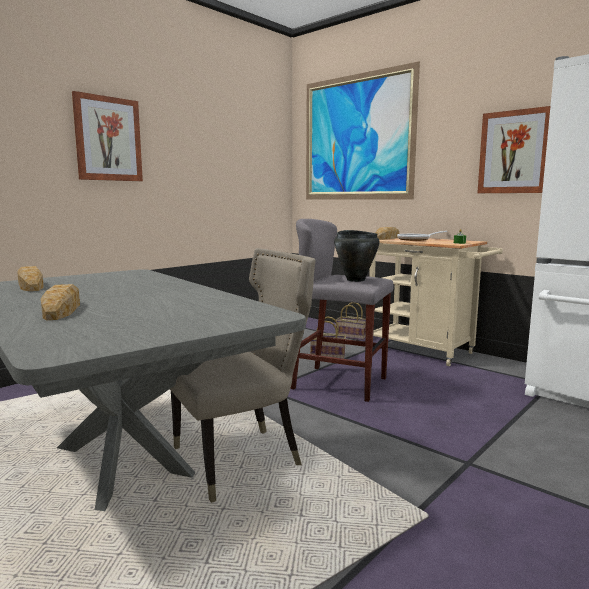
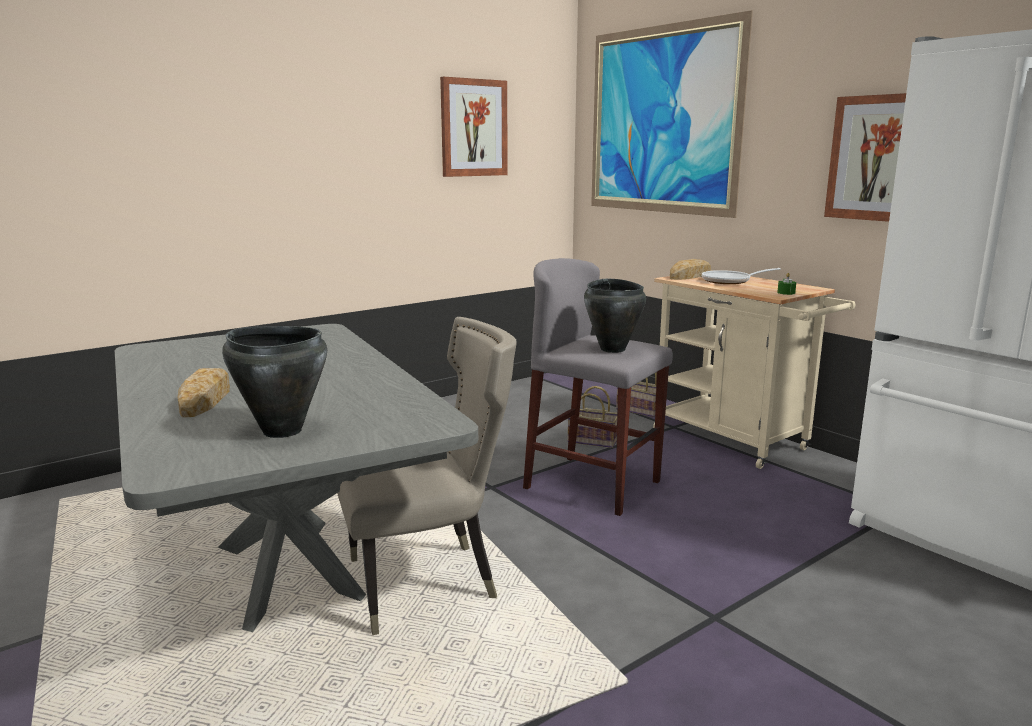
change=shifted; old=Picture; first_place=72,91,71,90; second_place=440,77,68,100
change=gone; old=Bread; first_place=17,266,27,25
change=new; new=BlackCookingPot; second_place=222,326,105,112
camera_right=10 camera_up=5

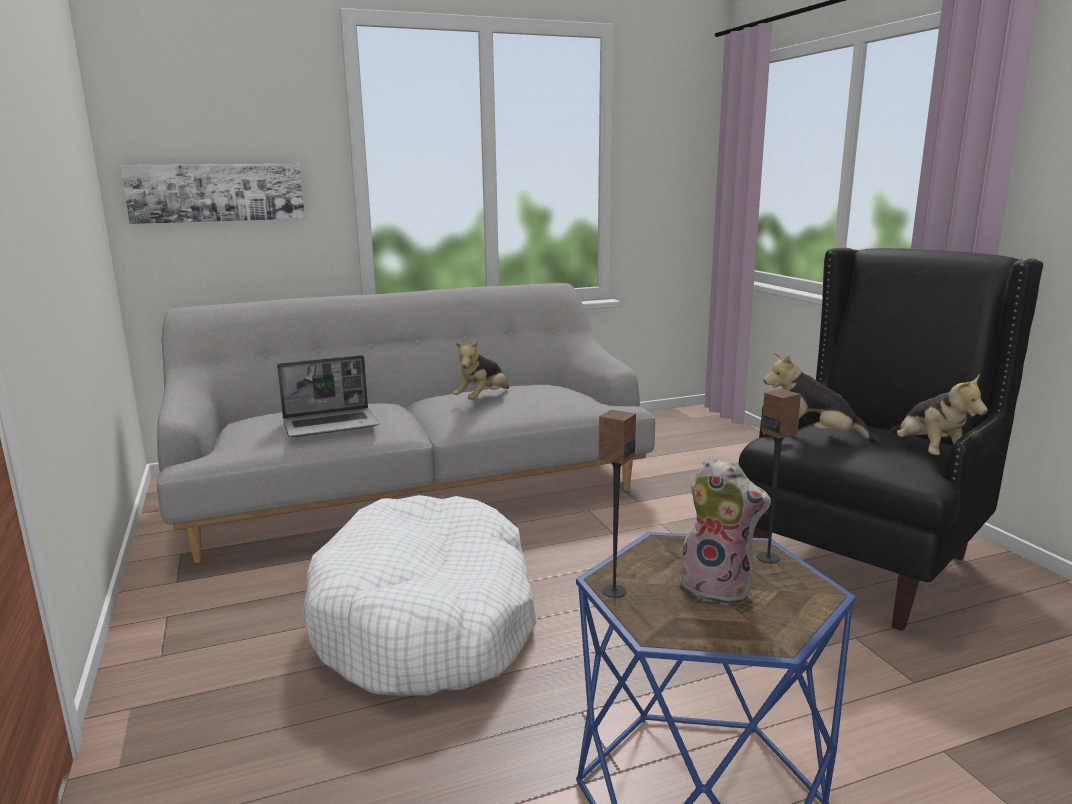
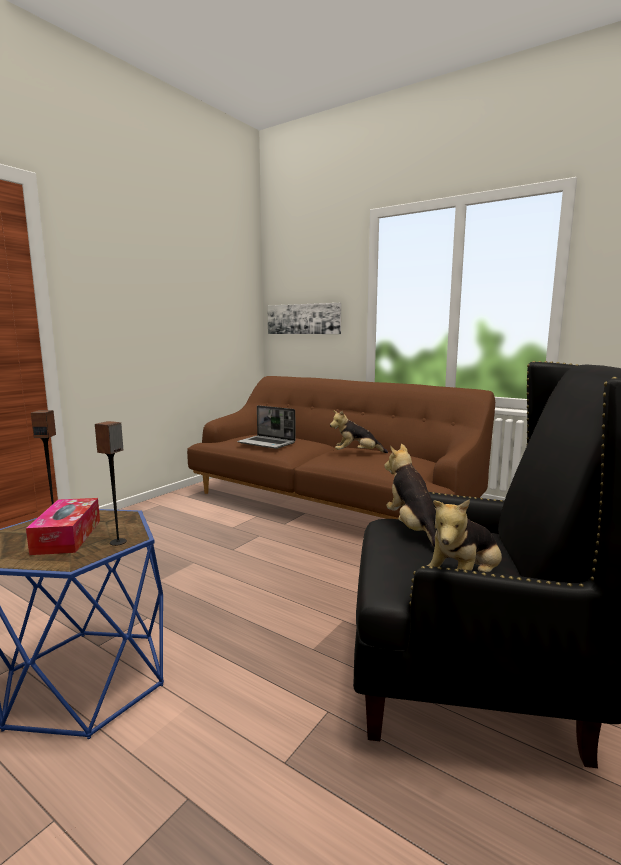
change=repainted; old=GreySofa; new=BrownSofa; first_place=157,283,498,280; second_place=187,376,308,143
change=swapped; old=PlushToy; new=TissueBox; first_place=679,456,92,149; second_place=26,498,74,57
change=gone; old=WhiteDogBed; first_place=302,495,235,201
camera_right=55 camera_up=-5

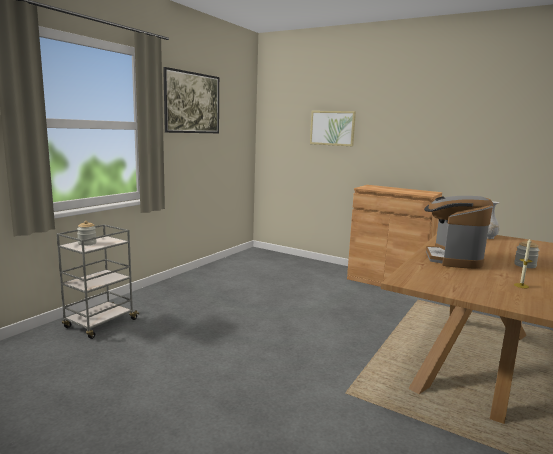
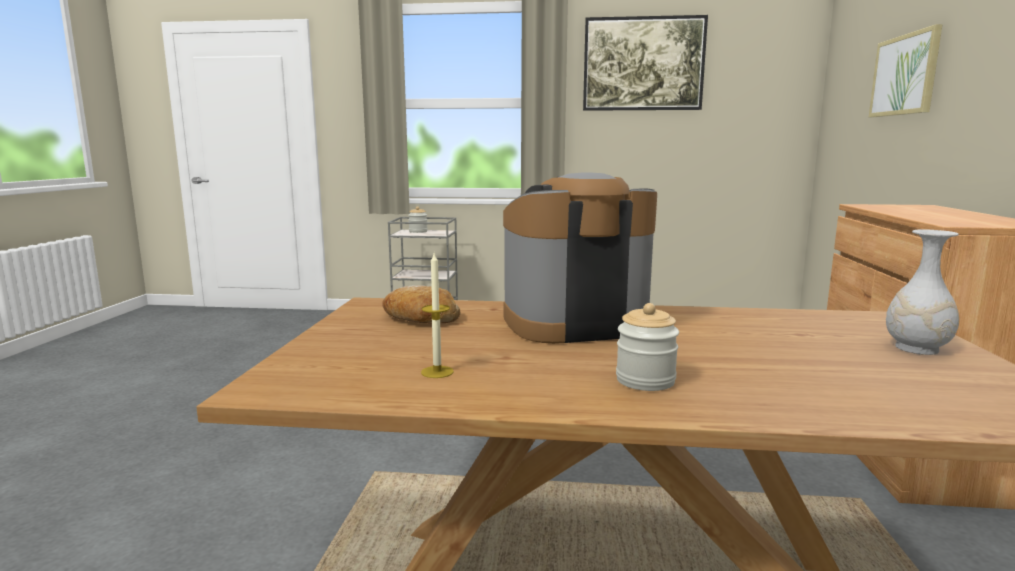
change=new; new=Bread; second_place=382,285,78,38
camera_right=65 camera_up=0

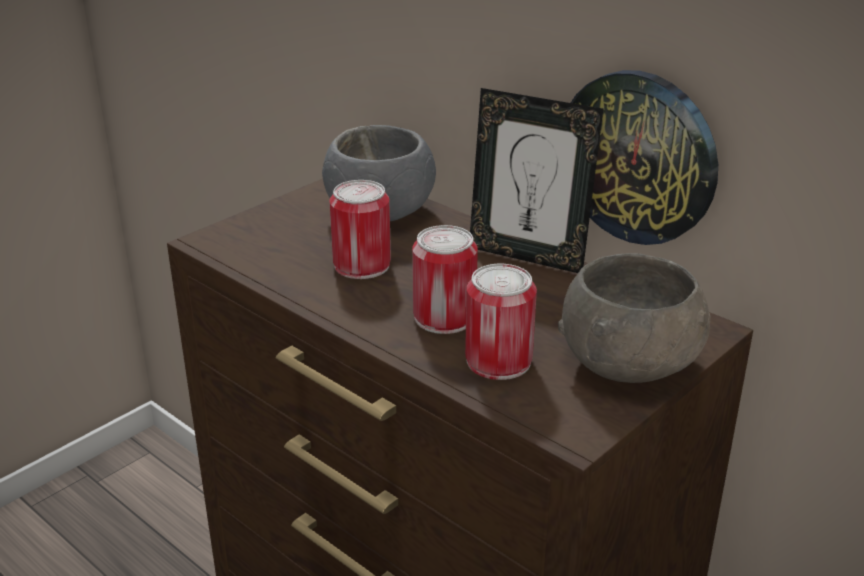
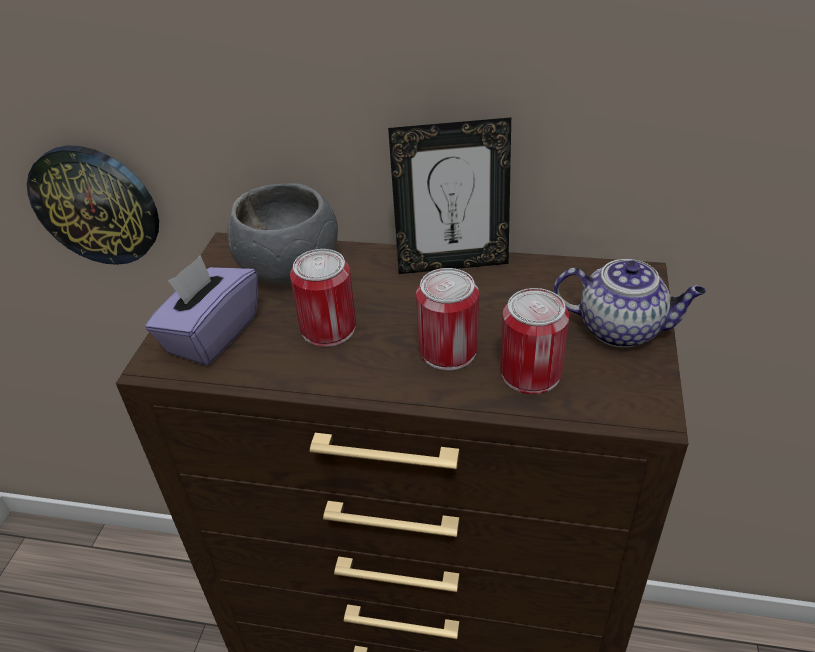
change=shifted; old=WallClock; first_place=571,70,147,175; second_place=27,145,132,120
change=swapped; old=GreyBowl; new=Teapot; first_place=558,253,153,130; second_place=553,259,153,89
change=new; new=PurpleTissueBox; second_place=145,255,113,111
camera_right=-30 camera_up=10

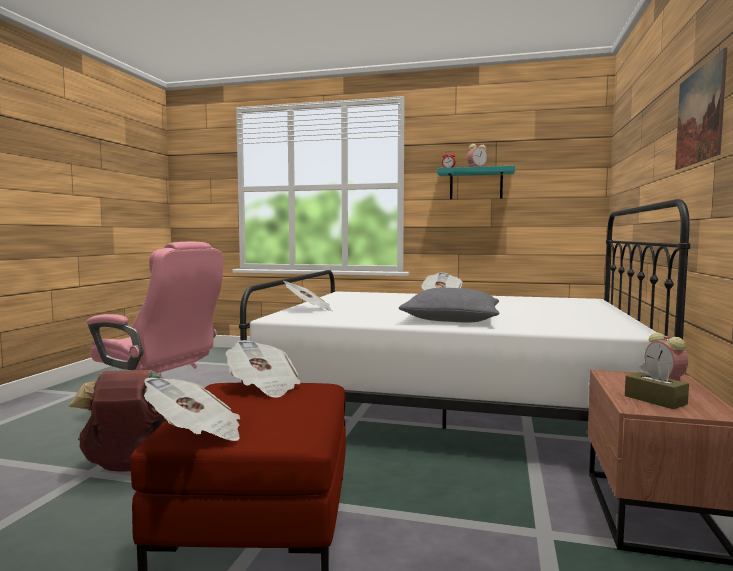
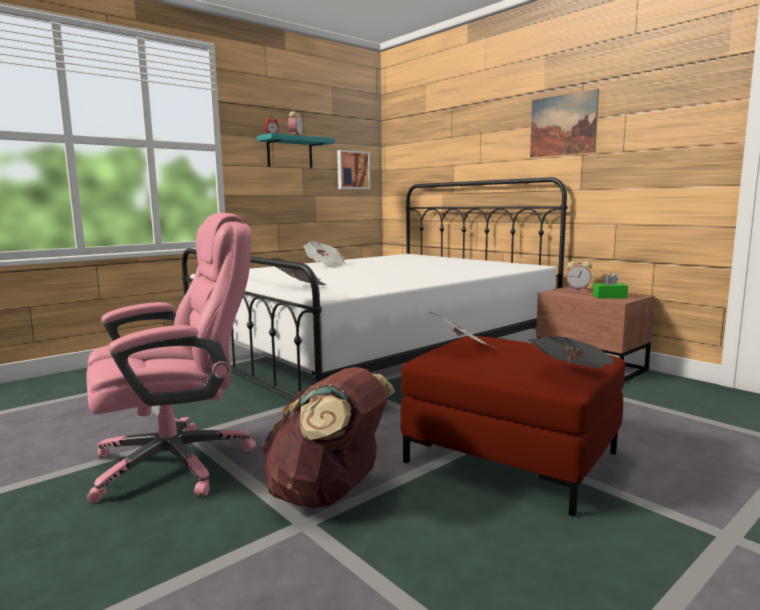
change=gone; old=GreyPillow; first_place=399,288,100,35
change=repainted; old=BrownTissueBox; new=GreenTissueBox; first_place=625,359,64,50; second_place=593,273,35,25
change=new; new=Picture; second_place=337,150,33,39
camera_right=-55 camera_up=5

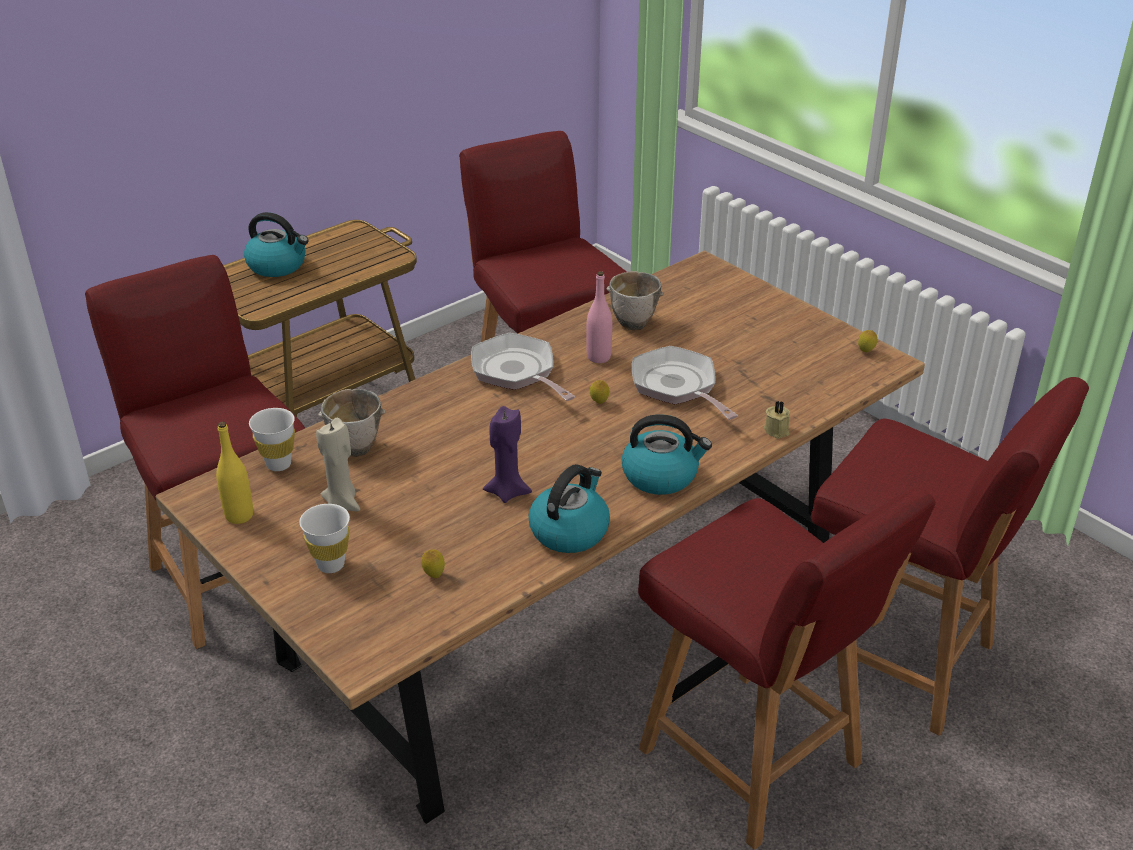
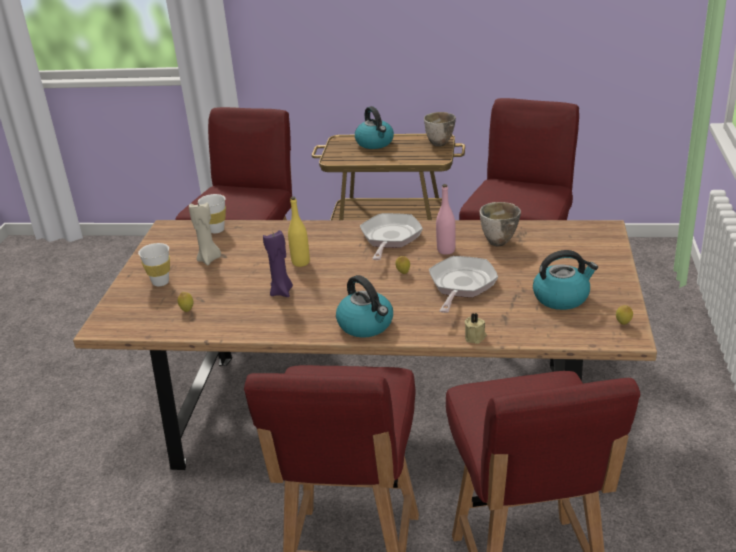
change=shifted; old=Bowl; first_place=318,389,68,68; second_place=424,112,32,35
change=shifted; old=YellowBottle; first_place=216,422,37,102; second_place=288,197,22,70
change=shifted; old=Kettle; first_place=529,464,81,89; second_place=533,250,65,60
camera_right=50 camera_up=-5

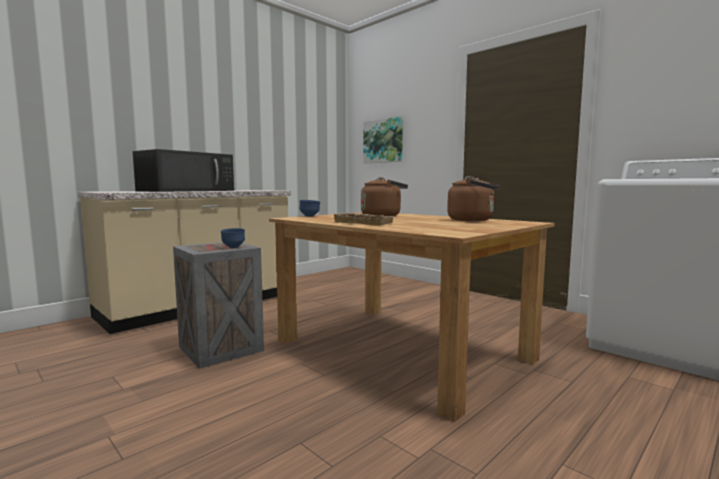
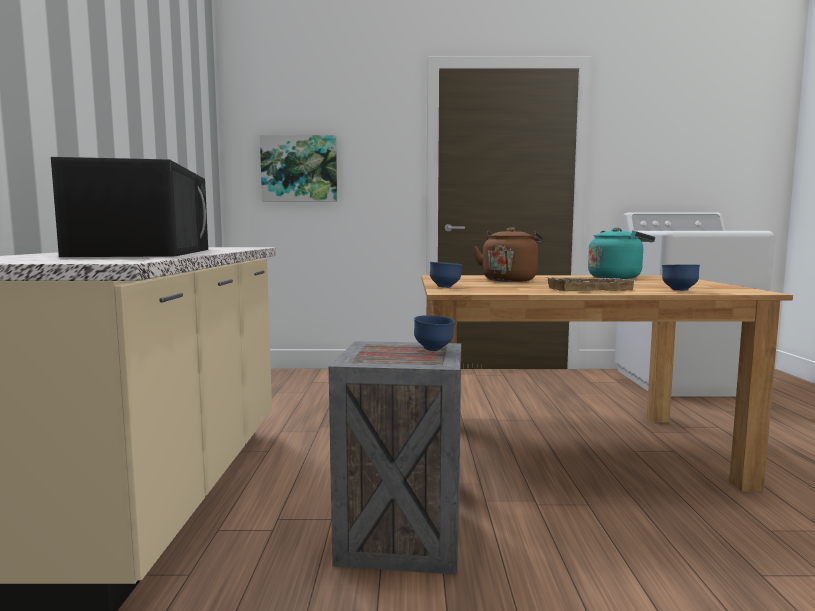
change=repainted; old=BrownKettle; new=TurquoiseKettle; first_place=447,176,53,45; second_place=588,227,67,52
change=new; new=BlueBowl; second_place=662,265,38,26
camera_right=-45 camera_up=0

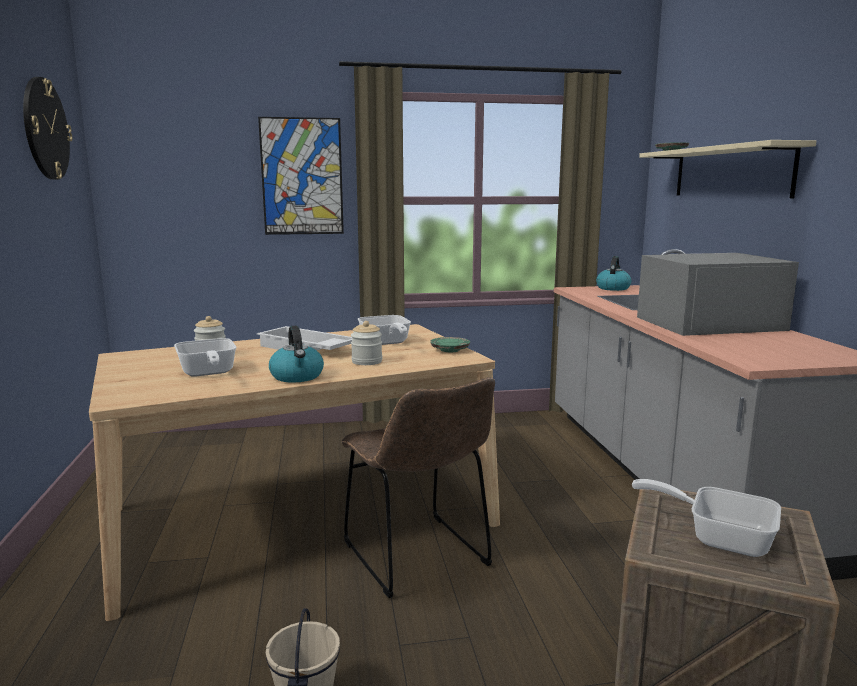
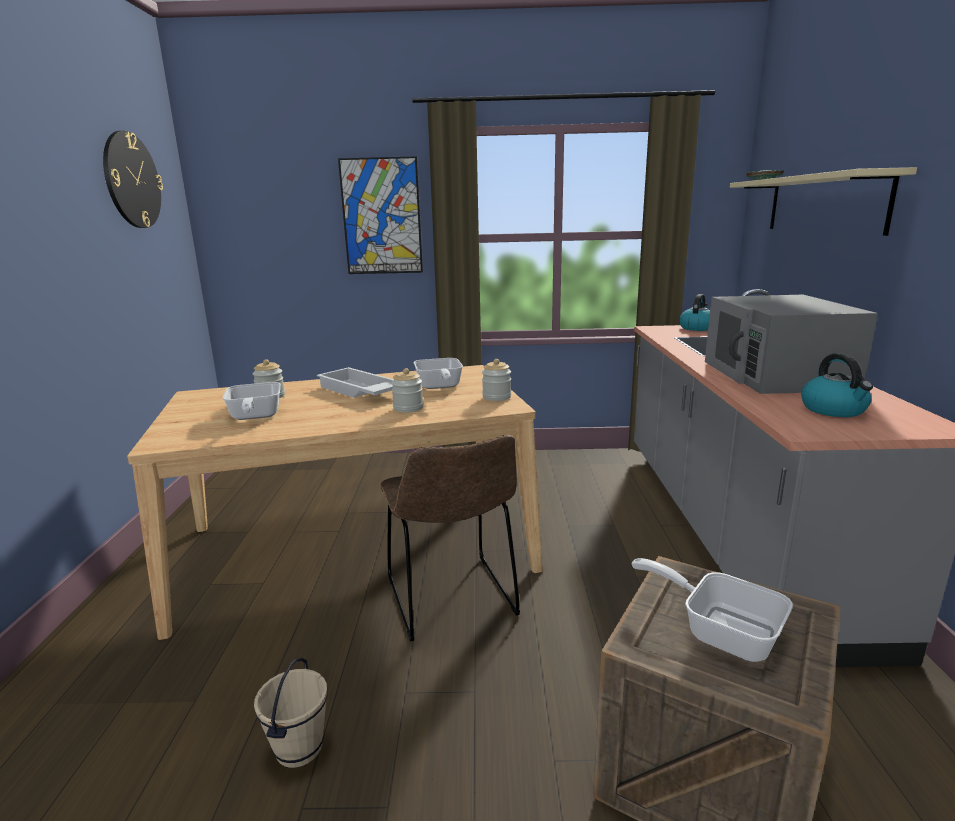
change=rotated; old=GreyMicrowave; first_place=637,253,162,83; second_place=705,295,173,99; degrees=-90
change=shifted; old=Kettle; first_place=269,326,55,57; second_place=802,353,71,64
change=swapped; old=GreenPlate; new=Jar; first_place=430,337,40,15; second_place=482,359,29,42
camera_right=10 camera_up=5

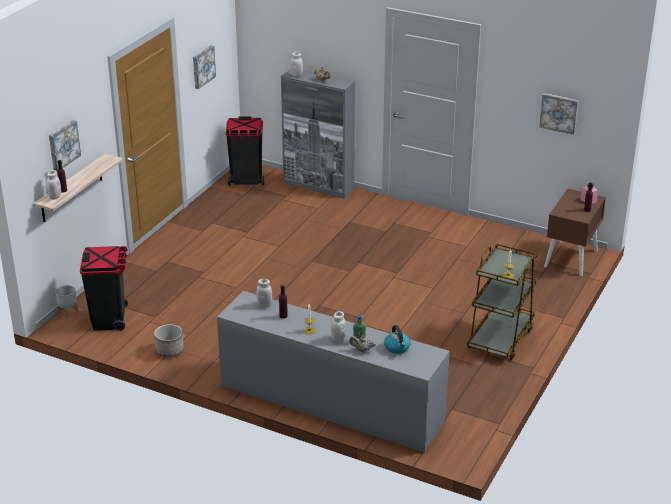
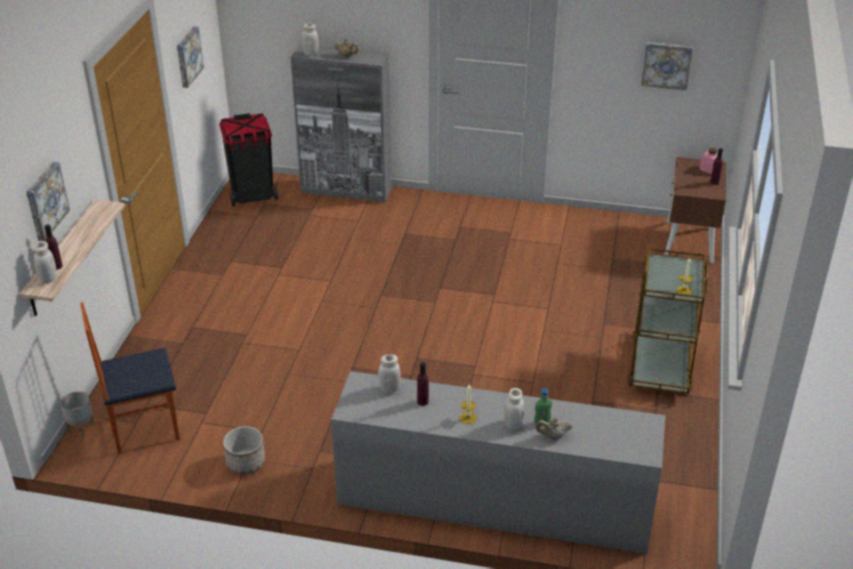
change=swapped; old=BlackTrashCan; new=Chair; first_place=80,246,48,85; second_place=80,302,100,152
change=gone; old=Kettle; first_place=384,325,26,29
camera_right=-15 camera_up=5

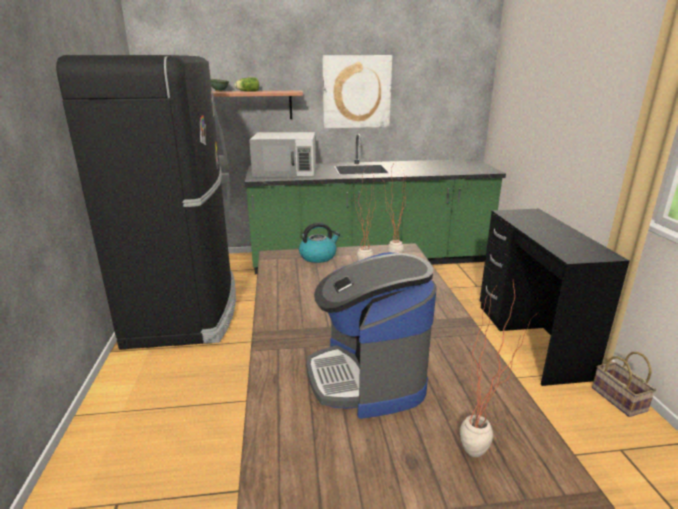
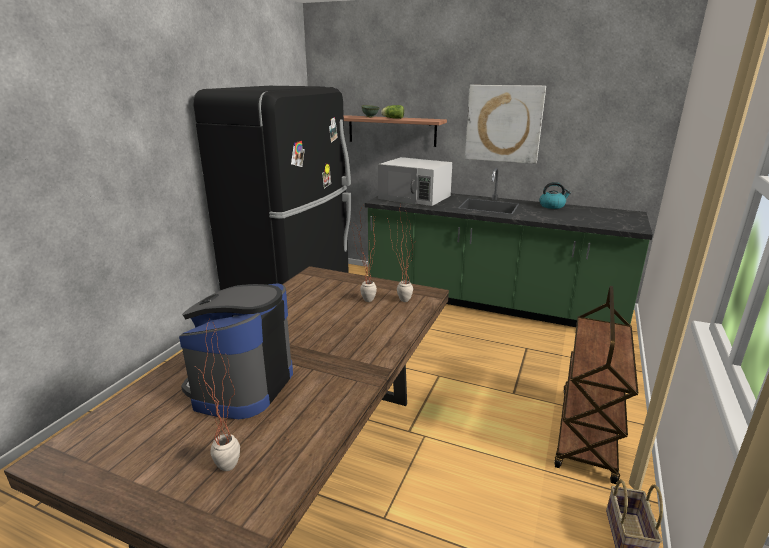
change=swapped; old=BlackDesk; new=BrownCart; first_place=480,209,149,177; second_place=554,286,84,198
change=shifted; old=Kettle; first_place=299,223,41,40; second_place=540,182,31,27
camera_right=30 camera_up=0

